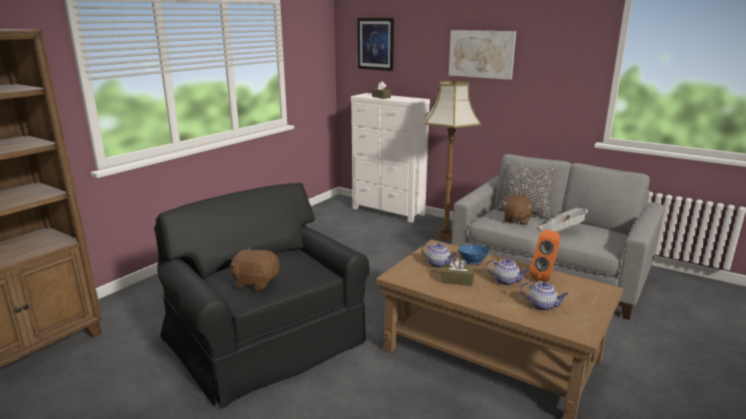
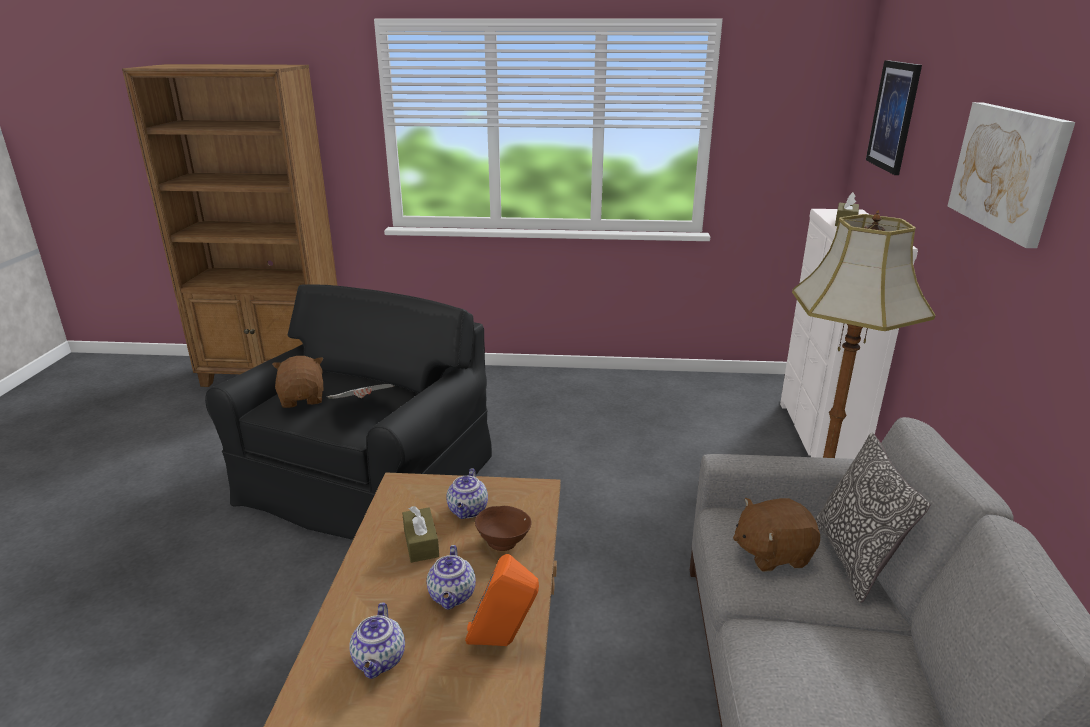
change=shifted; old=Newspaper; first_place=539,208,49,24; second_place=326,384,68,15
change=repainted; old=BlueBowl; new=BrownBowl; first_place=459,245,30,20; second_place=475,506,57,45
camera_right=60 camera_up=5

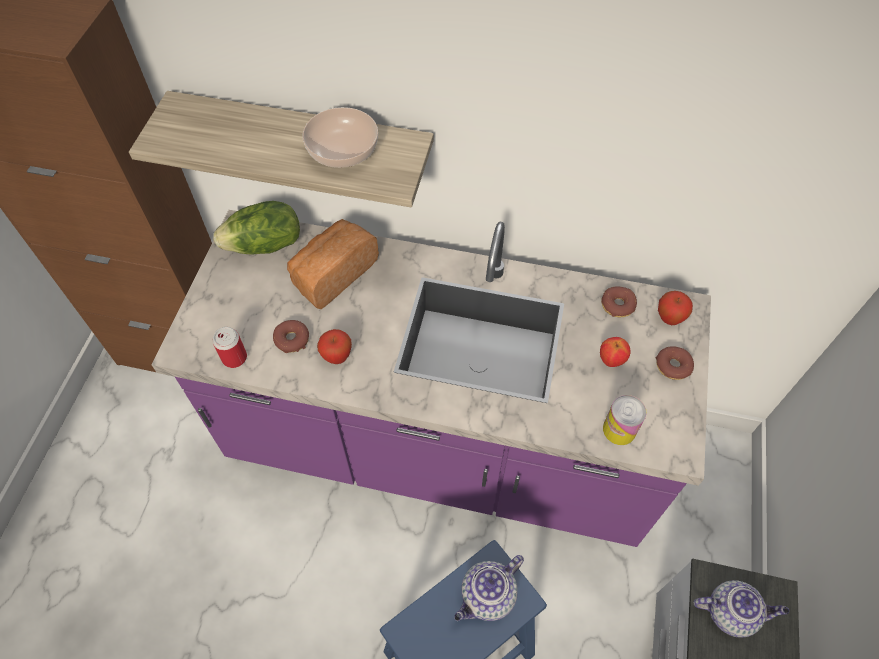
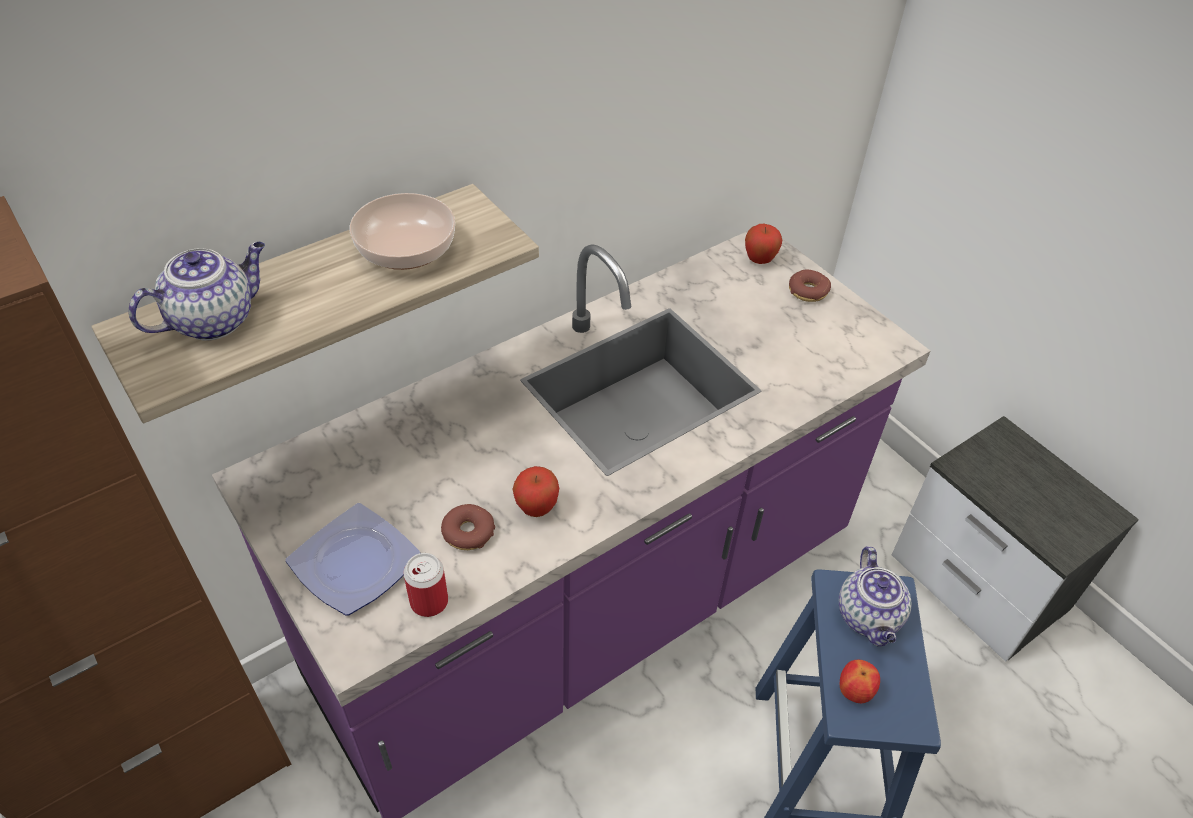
change=gone; old=Lettuce; first_place=213,201,87,53
change=gone; old=Bread; first_place=287,219,92,90
change=gone; old=Donut; first_place=601,286,36,31
change=shifted; old=Apple; first_place=600,337,30,30; second_place=840,660,40,43
change=gone; old=Can; first_place=603,395,44,50
change=shifted; old=Teapot; first_place=694,580,95,58; second_place=129,242,136,99
change=new; new=Plate; second_place=286,503,134,113
camera_right=-50 camera_up=-10

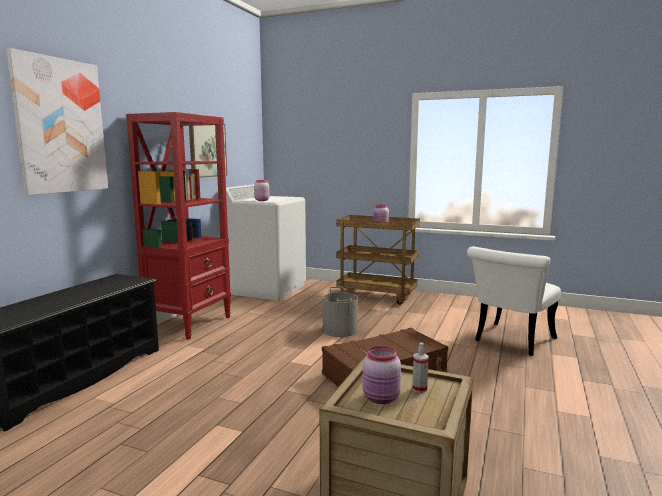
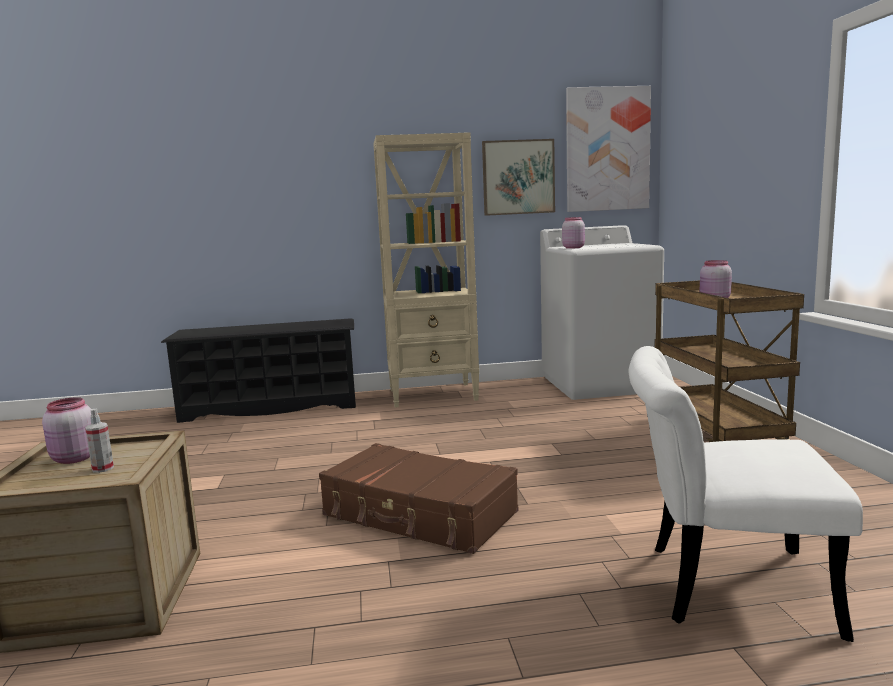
change=shifted; old=Picture; first_place=6,48,102,147; second_place=566,86,85,126
change=repainted; old=RedBookcase; new=BeigeBookcase; first_place=126,112,105,228; second_place=373,132,106,276
change=gone; old=GreyBucket; first_place=323,286,35,51
camera_right=60 camera_up=0

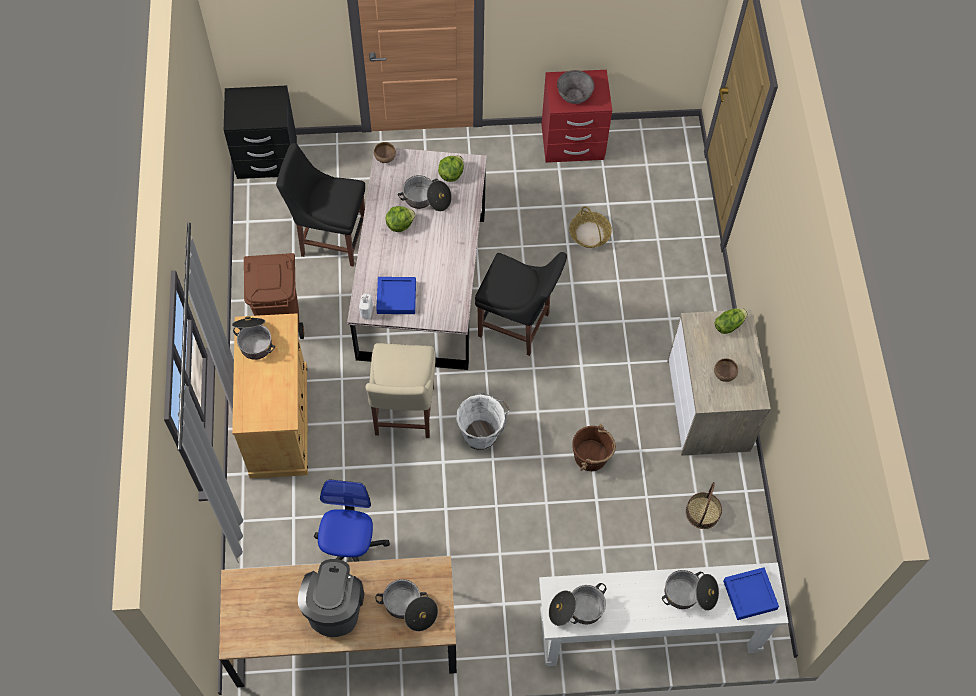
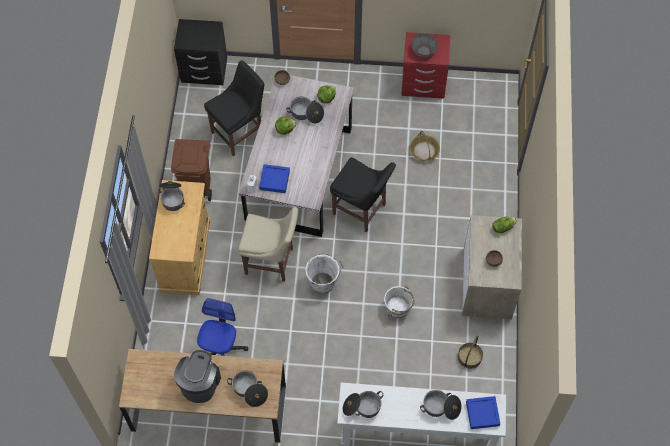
change=rotated; old=BlackChair; first_place=276,143,89,124; second_place=204,60,61,97; degrees=120
change=rotated; old=BeigeChair; first_place=366,343,70,95; second_place=238,207,60,75; degrees=-90
change=repainted; old=BrownBucket; new=WhiteBucket; first_place=572,424,44,47; second_place=384,286,30,32
camera_right=10 camera_up=0

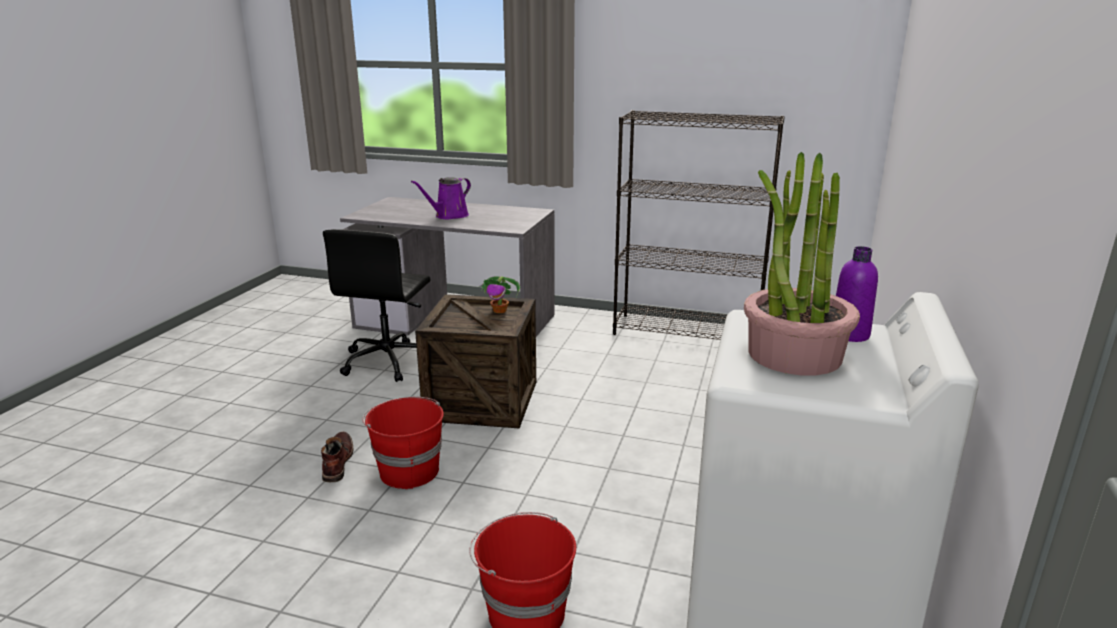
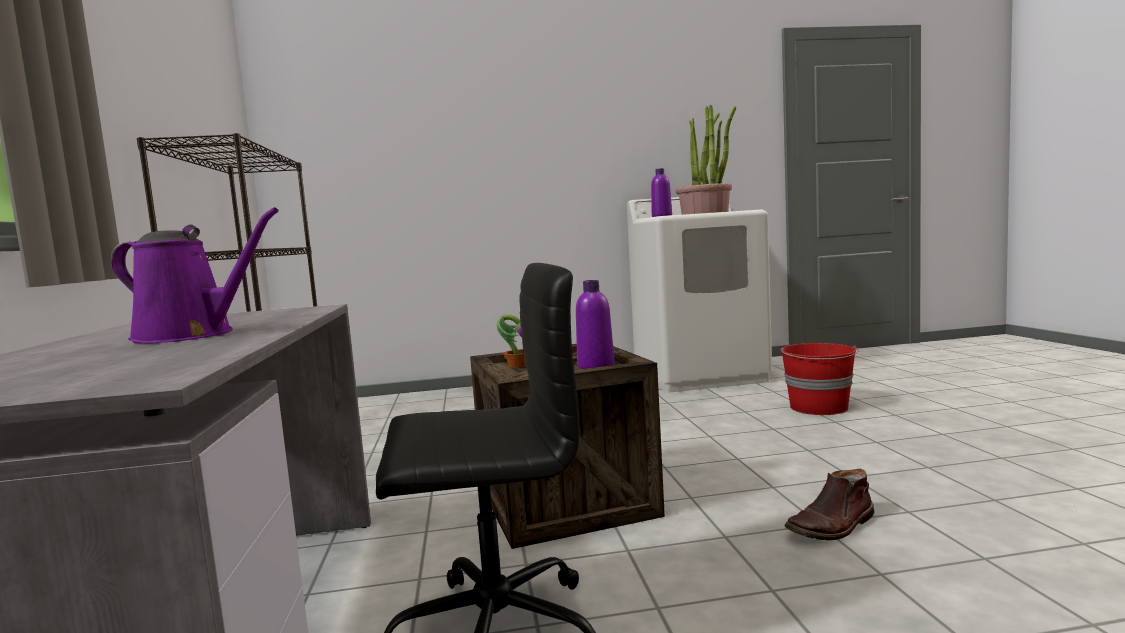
change=gone; old=RedBucket; first_place=362,397,82,92
change=new; new=PurpleBottle; second_place=576,280,39,89
camera_right=-115 camera_up=-15

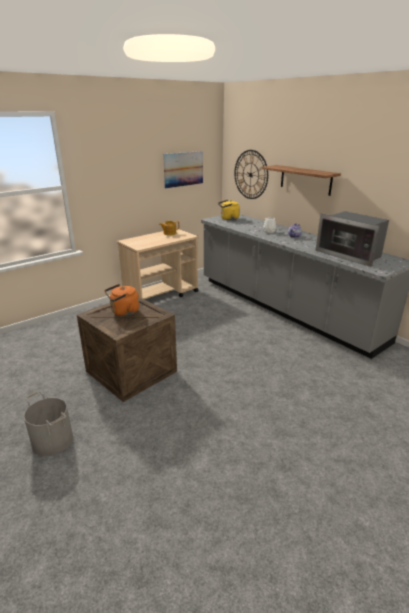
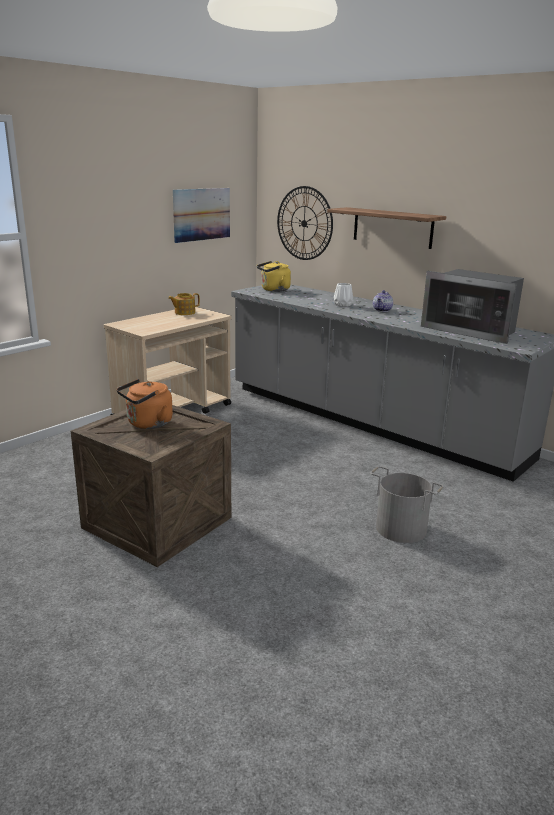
change=shifted; old=GreyBucket; first_place=24,391,49,65; second_place=370,466,74,77
camera_right=-10 camera_up=-5

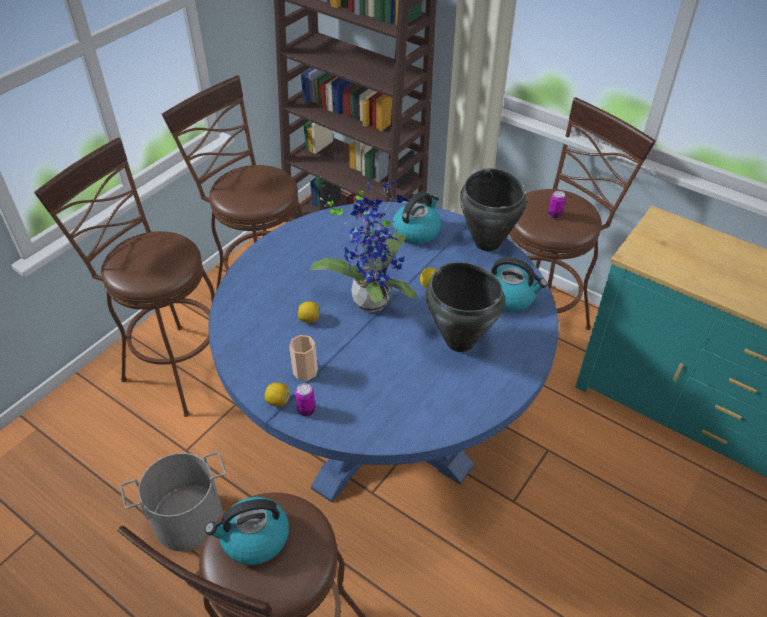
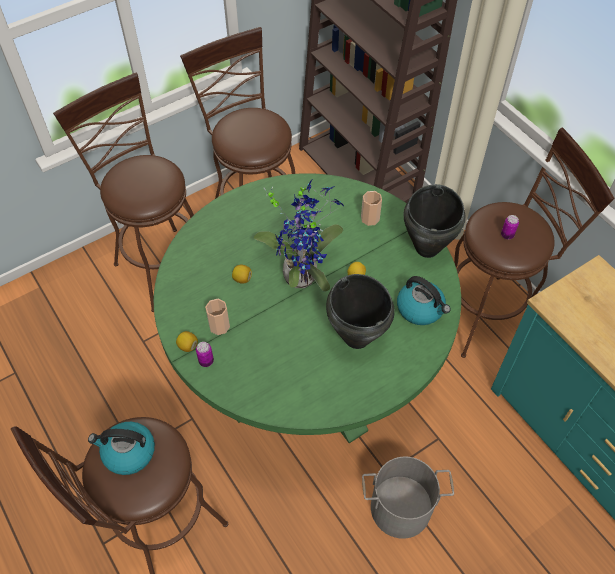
change=swapped; old=Kettle; new=Cup; first_place=392,191,49,53; second_place=361,191,21,35
change=repainted; old=BlueDiningTable; new=GreenDiningTable; first_place=209,202,350,300; second_place=154,173,307,270
change=shifted; old=GreyBucket; first_place=120,452,106,99; second_place=362,457,92,82
camera_right=20 camera_up=10

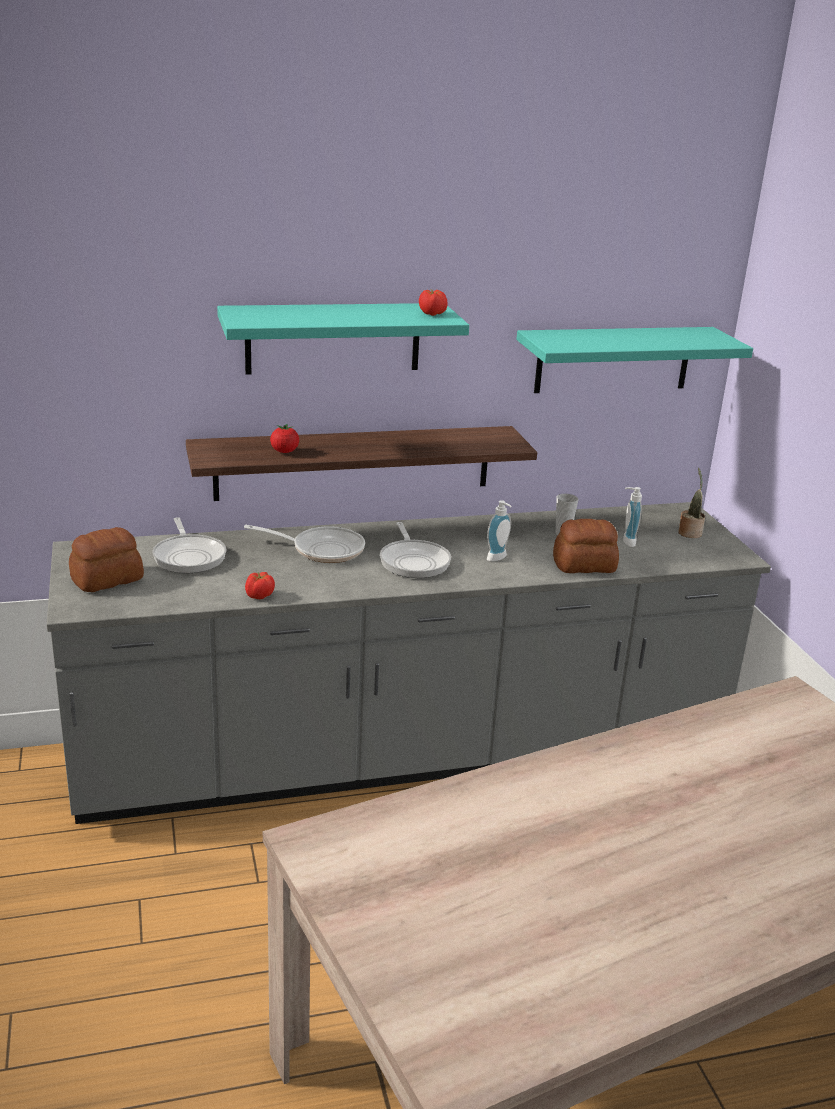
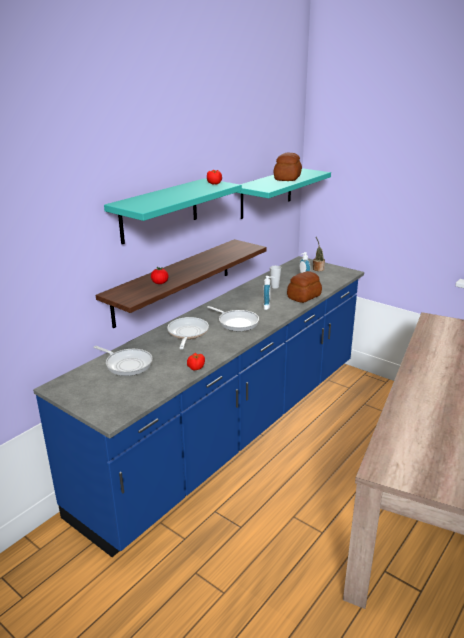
change=repainted; old=GreyCounter; new=BlueCounter; first_place=47,502,724,322; second_place=33,256,331,301
change=rotated; old=FryingPan; first_place=244,525,121,38; second_place=167,317,42,32; degrees=-60
change=shifted; old=Bread; first_place=69,527,75,65; second_place=274,153,28,28
camera_right=-35 camera_up=0

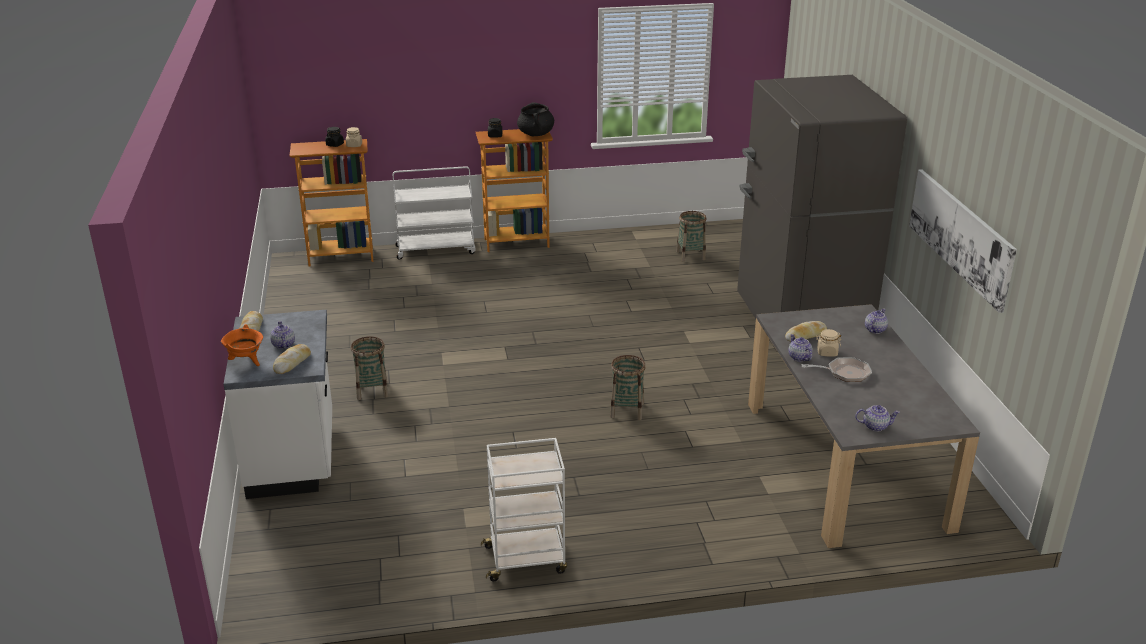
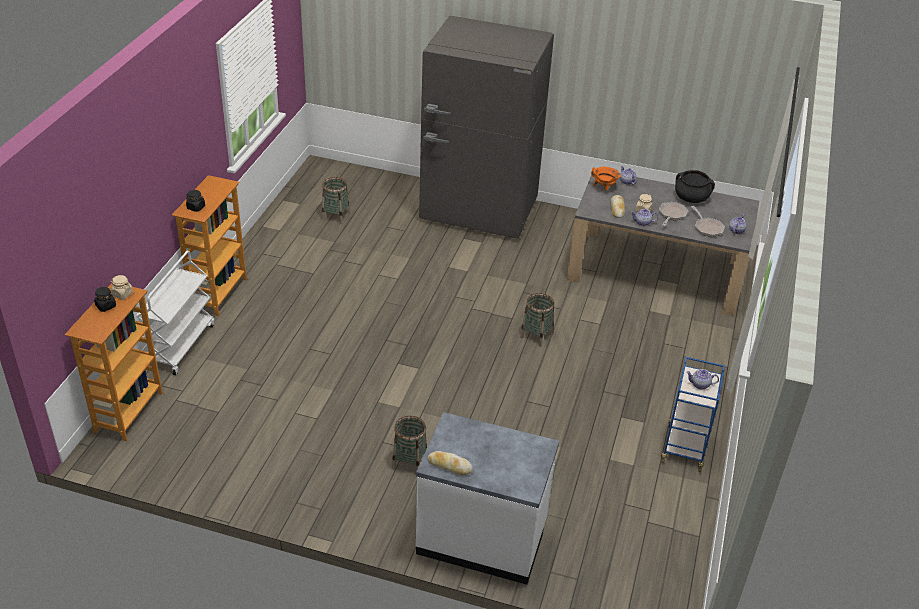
change=shifted; old=BlackCookingPot; first_place=517,102,37,34; second_place=675,170,40,33
change=gone; old=Picture; first_place=909,169,108,144
change=shifted; old=Teapot; first_place=270,321,25,28; second_place=686,369,33,21
change=shifted; old=OrangeCookingPot; first_place=221,324,42,42; second_place=591,167,30,23
change=gone; old=Bread; first_place=273,344,38,30
change=repainted; old=WhiteCart; new=BlueCart; first_place=481,438,86,143; second_place=661,357,64,115
change=new; new=FryingPan; second_place=691,206,34,31
camera_right=-65 camera_up=10

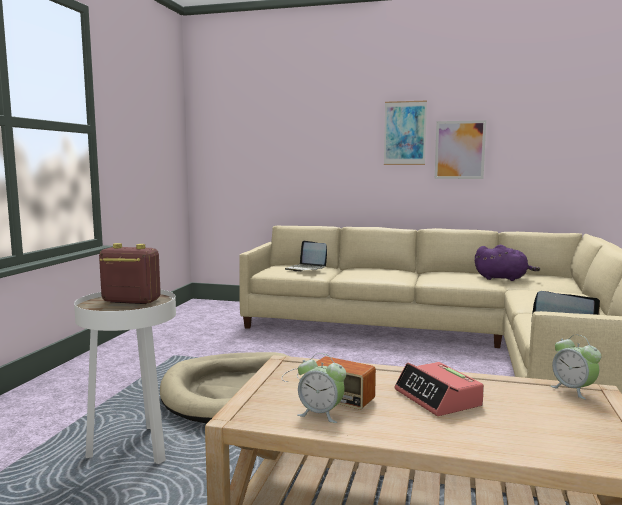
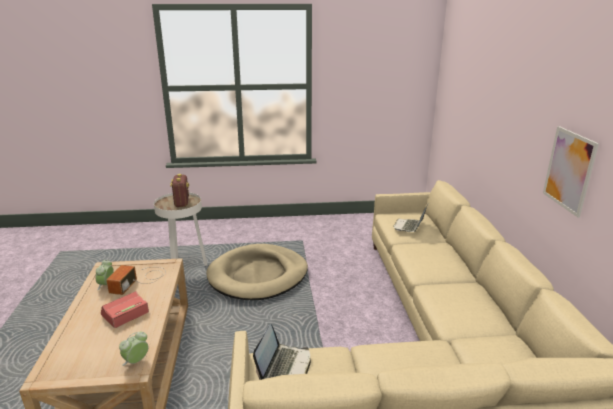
change=gone; old=Picture; first_place=384,101,43,64
change=gone; old=PurplePlushToy; first_place=475,245,65,36
camera_right=70 camera_up=15

